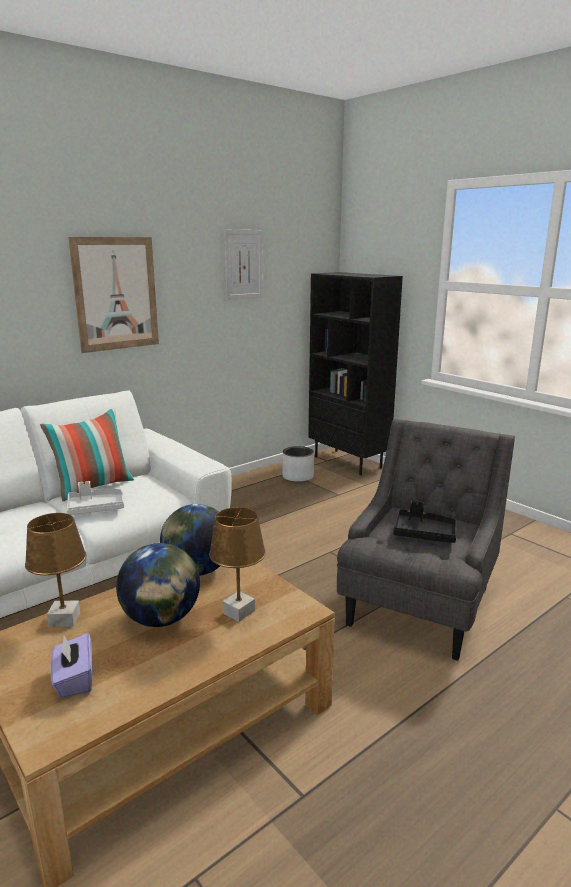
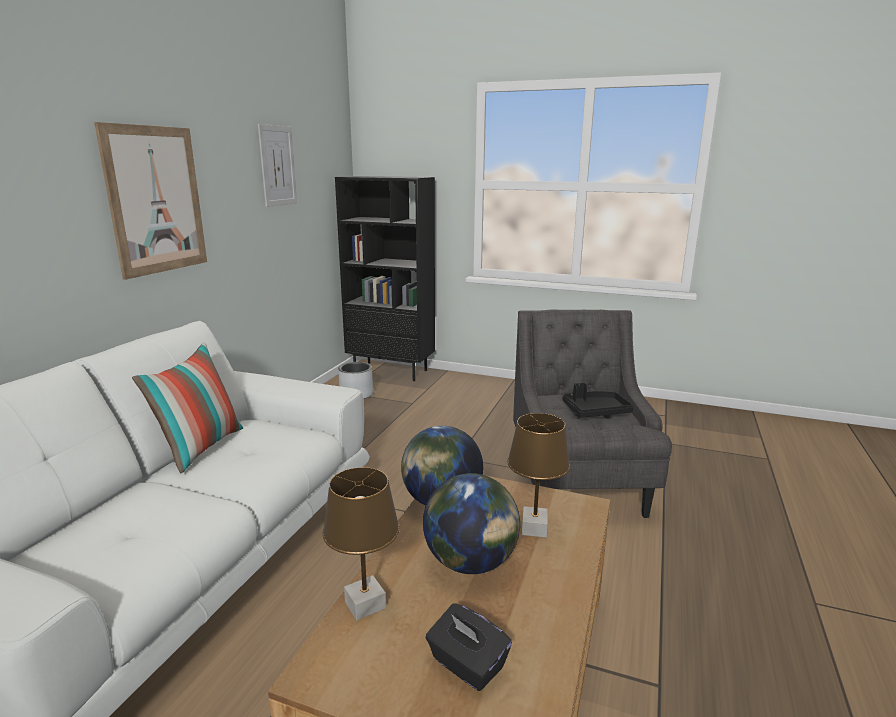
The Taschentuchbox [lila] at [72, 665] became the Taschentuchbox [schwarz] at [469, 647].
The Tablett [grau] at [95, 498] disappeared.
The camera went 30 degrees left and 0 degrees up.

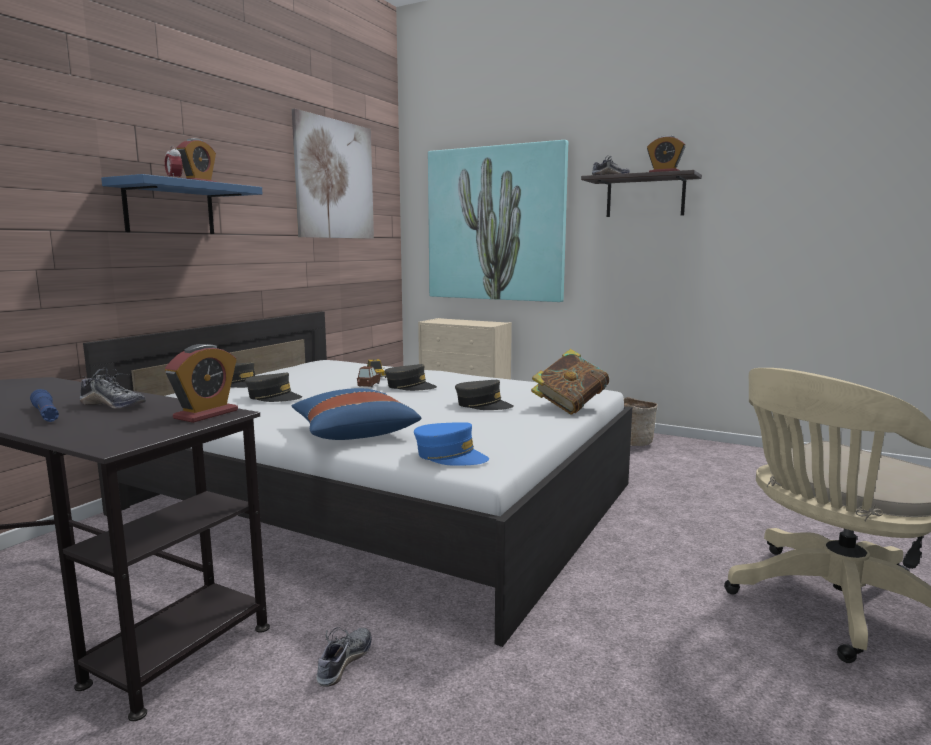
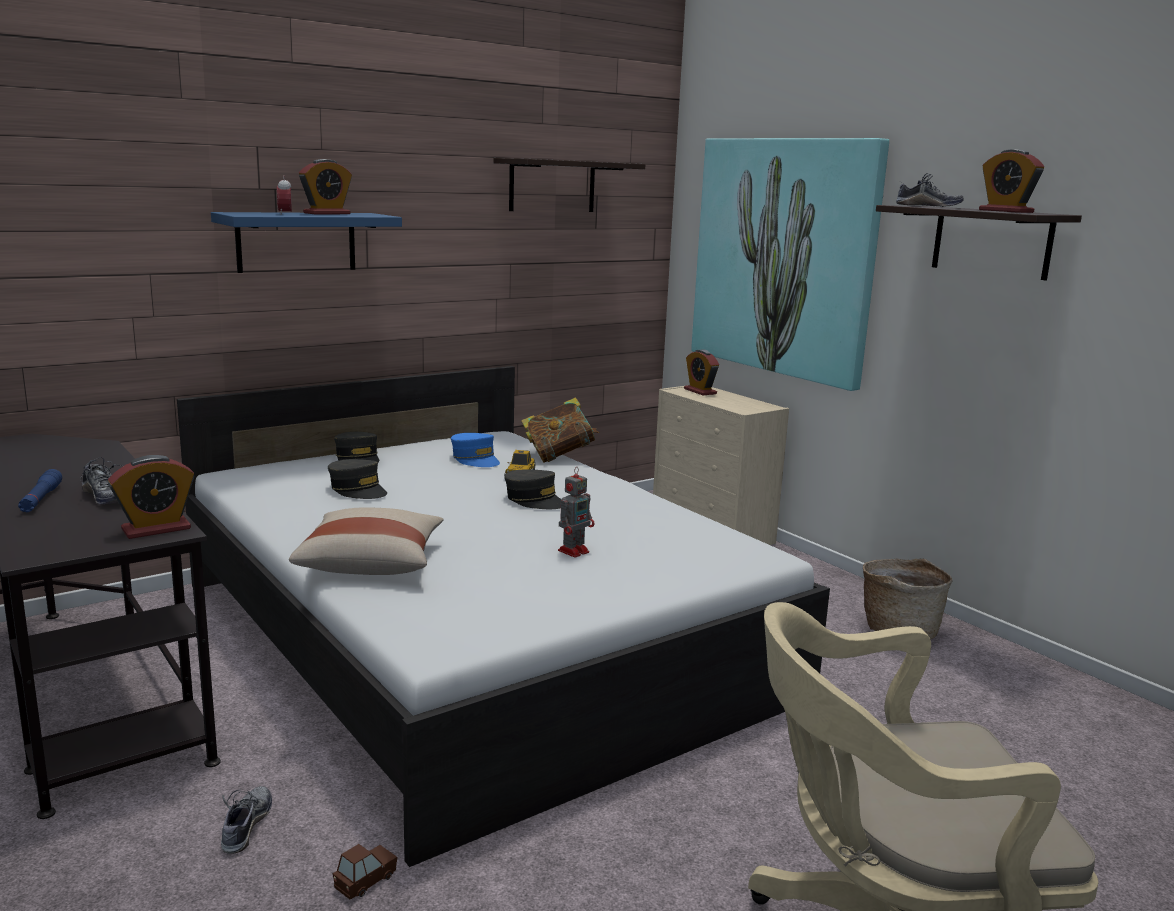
The Kissen [blau] at [356, 414] became the Kissen [beige] at [366, 541].
The Bild at [333, 174] was replaced by the Wandregal at [569, 185].
The Schuh at [344, 656] turned 45 degrees counterclockwise.
The Spielzeugauto [braun] moved from [369, 376] to [365, 871].
The Kappe [blau] moved from [451, 444] to [475, 450].
The Kappe [grau] at [484, 395] was replaced by the Spielzeugroboter at [576, 512].
The Buch moved from [570, 381] to [560, 430].
The Wecker at [701, 372] appeared.
The camera went 25 degrees right and 5 degrees up.

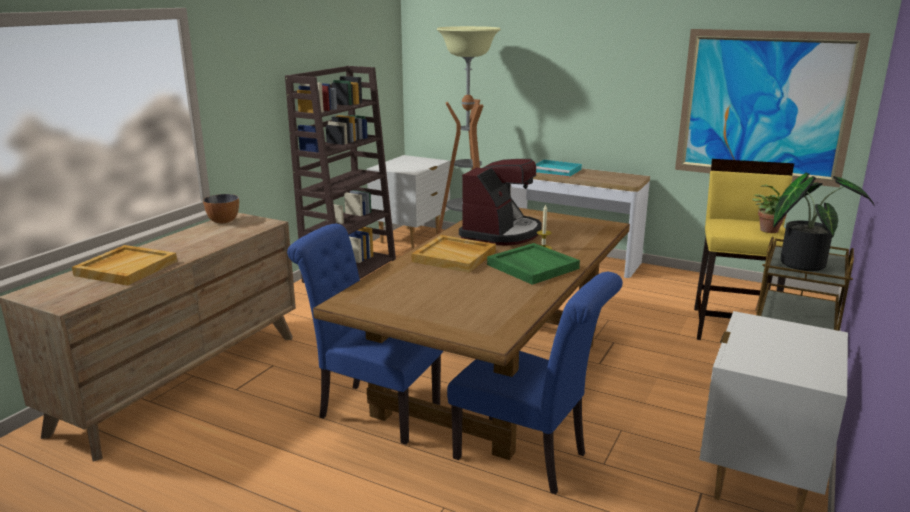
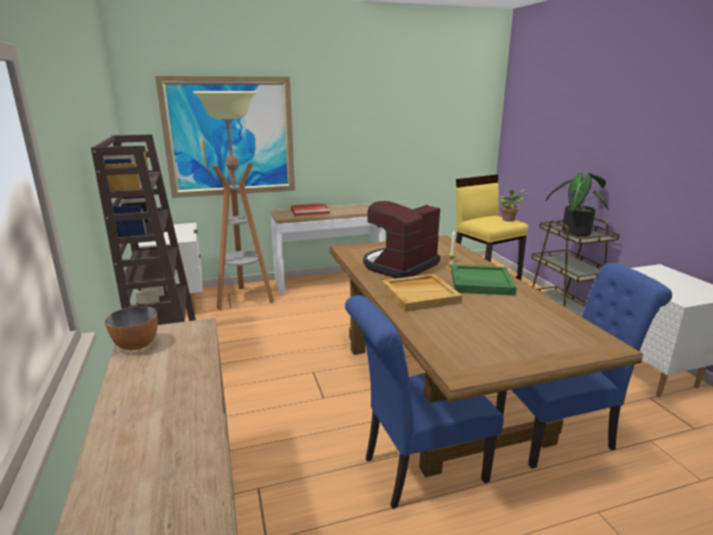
The Tablett [beige] at [124, 265] disappeared.
The Kaffeemaschine at [500, 202] turned 120 degrees counterclockwise.
The Tablett [türkis] at [559, 168] became the Tablett [rot] at [310, 210].
The Bild moved from [772, 108] to [225, 137].
The camera went 45 degrees left and 0 degrees up.

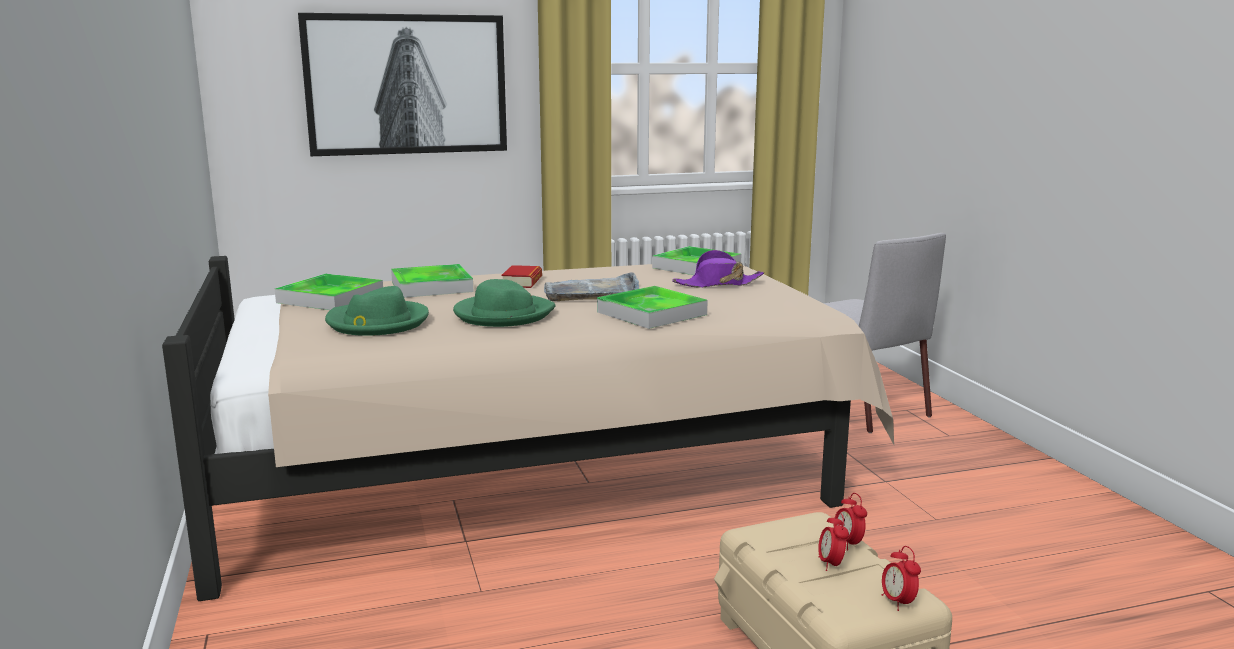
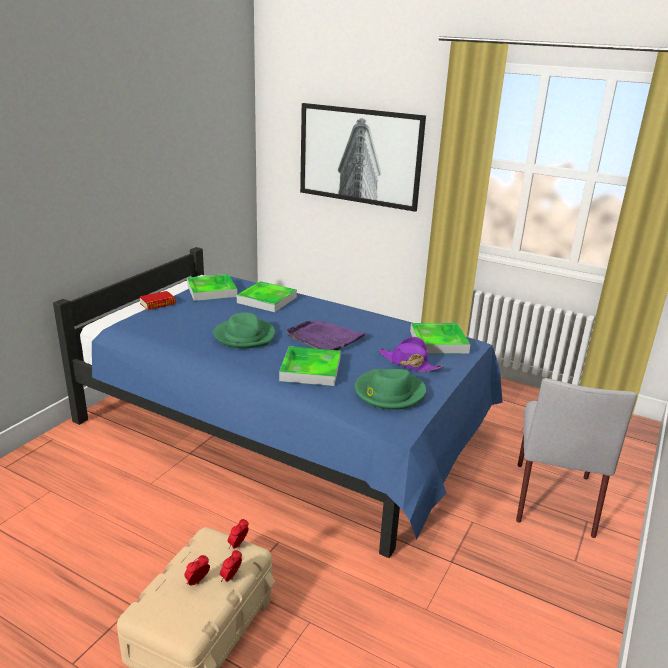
The Bett [beige] at [528, 428] became the Bett [blau] at [278, 402].
The Hut [grün] moved from [377, 311] to [390, 389].
The Buch moved from [521, 276] to [158, 300].
The Tablett [grau] at [591, 286] became the Tablett [lila] at [326, 335].
The Wecker moved from [901, 578] to [238, 534].
The camera went 45 degrees right and 10 degrees up.

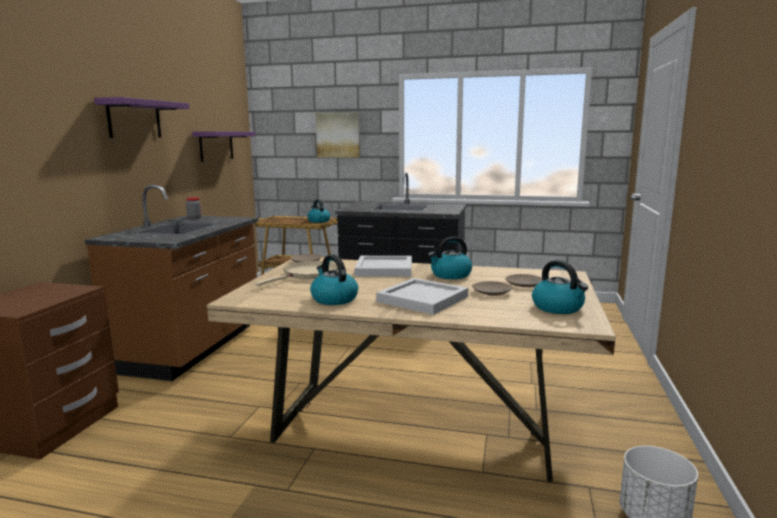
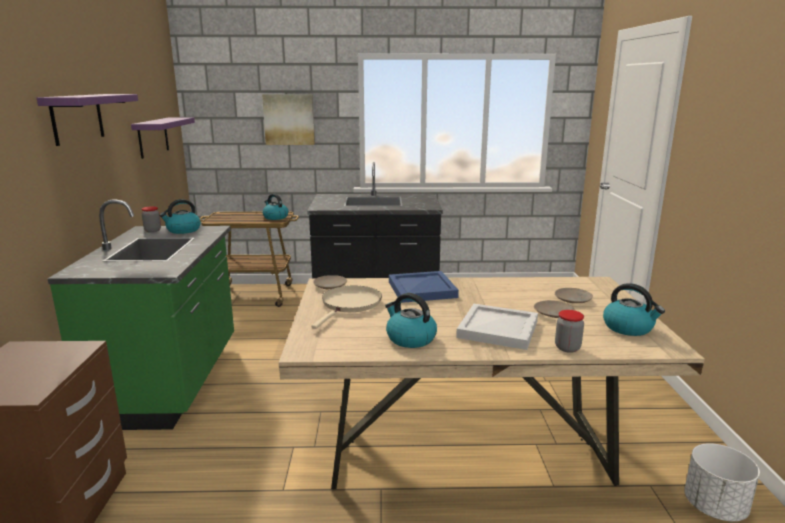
The Küchenzeile [braun] at [172, 283] became the Küchenzeile [grün] at [140, 315].
The Tablett [weiß] at [383, 266] became the Tablett [blau] at [424, 287].
The Wasserkessel moved from [450, 258] to [180, 216].
The Vorratsglas at [569, 331] appeared.
The camera went 15 degrees left and 5 degrees up.

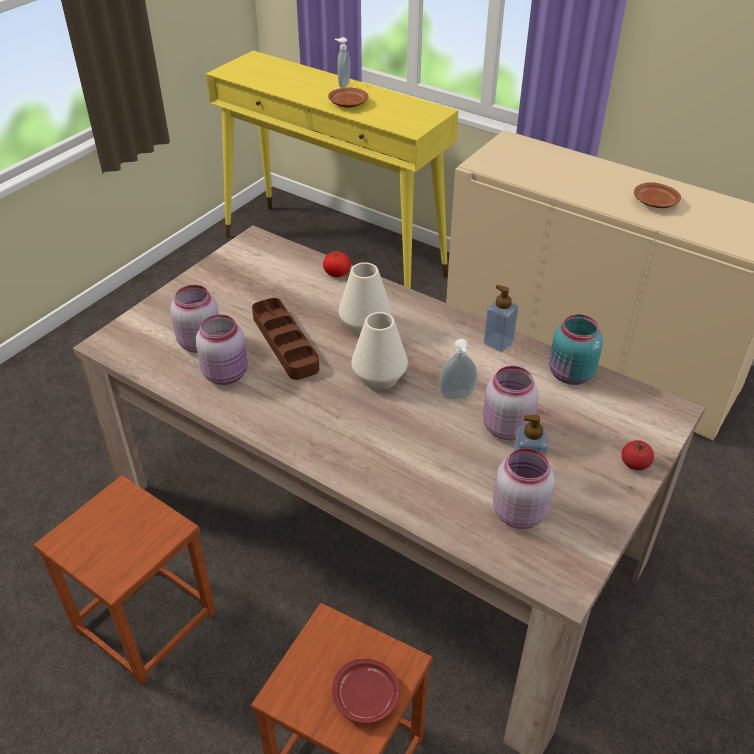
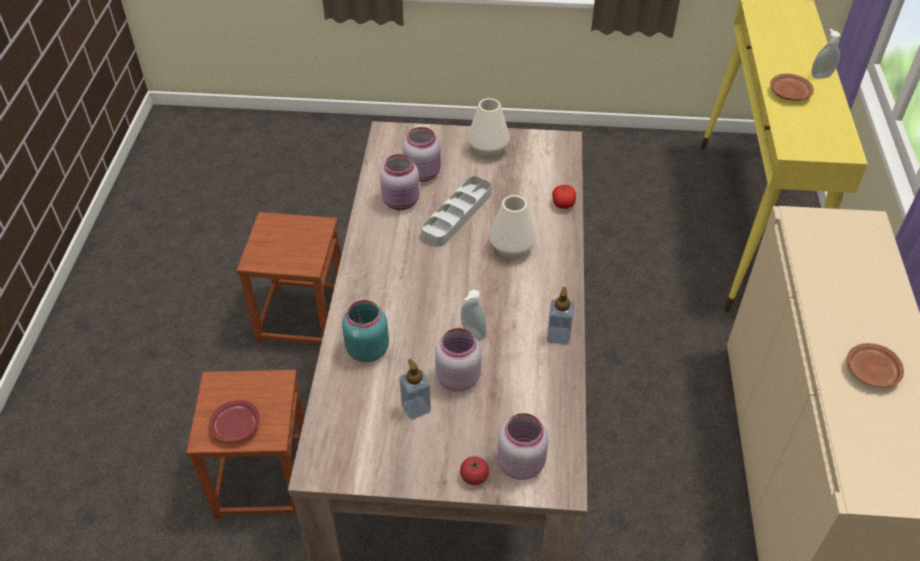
The Tablett [braun] at [285, 339] became the Tablett [grau] at [456, 211].
The Vase [weiß] moved from [379, 351] to [488, 128].
The Vorratsglas [rosa] moved from [524, 488] to [522, 446].
The Vorratsglas [türkis] moved from [576, 349] to [365, 331].
The camera went 60 degrees right and 5 degrees up.

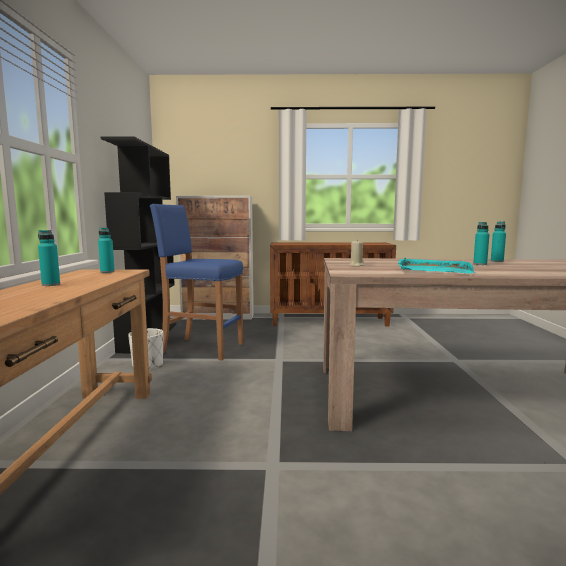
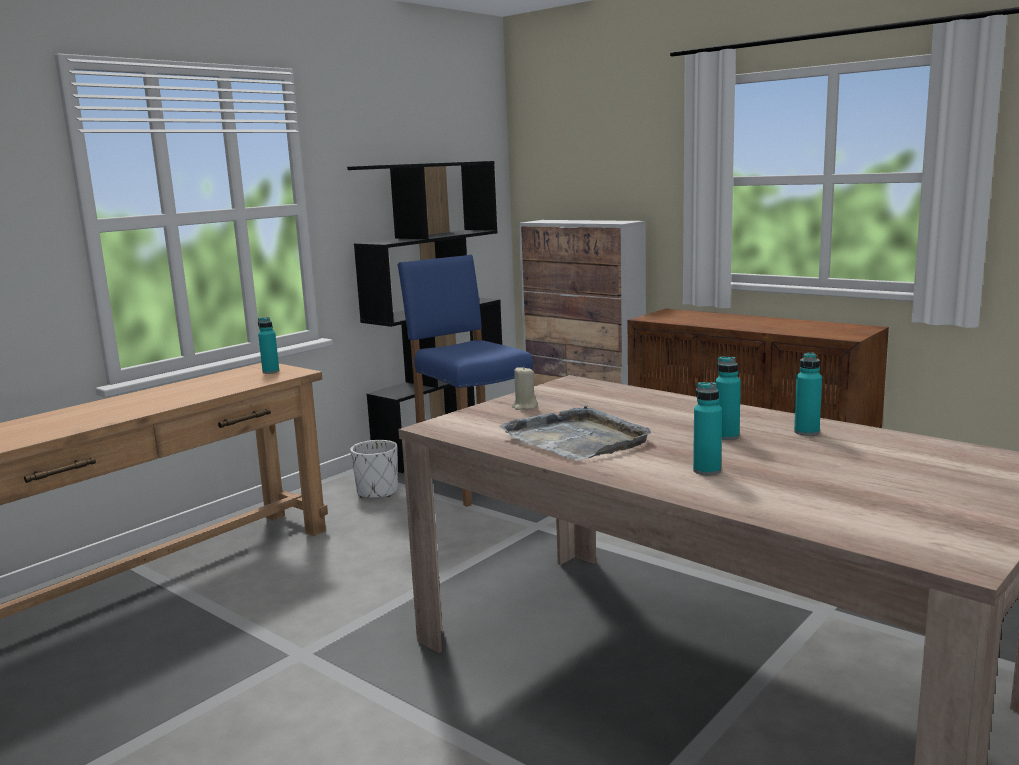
The Flasche [türkis] moved from [49, 258] to [707, 429].
The Tablett [türkis] at [436, 265] became the Tablett [grau] at [575, 432].
The camera went 40 degrees right and 5 degrees up.

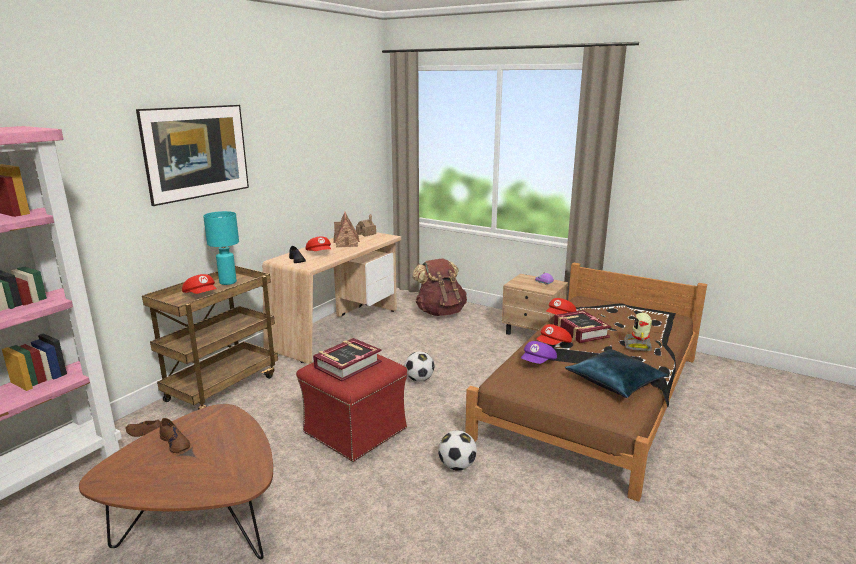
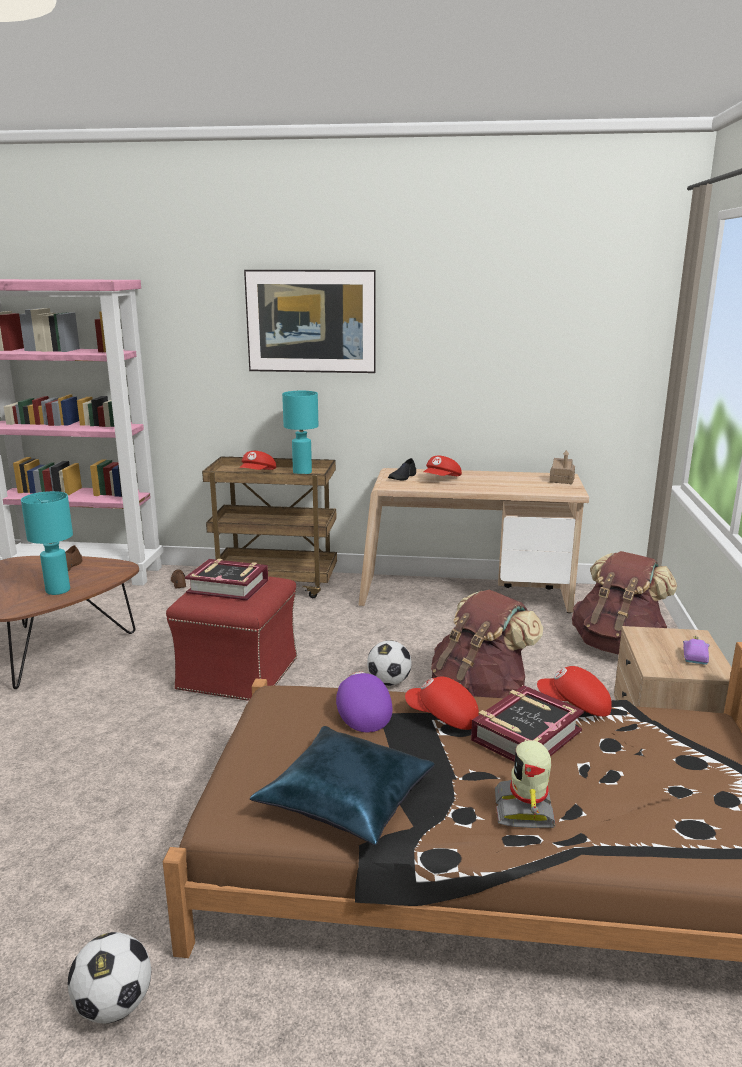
The Spielzeughaus at [346, 229] disappeared.
The Fußball moved from [457, 450] to [110, 978].
The Kappe [lila] at [539, 352] turned 60 degrees clockwise.
The Spielzeugroboter at [638, 332] turned 75 degrees counterclockwise.
The Tischlampe [türkis] at [47, 543] appeared.
The Rucksack [braun] at [487, 644] appeared.
The camera went 65 degrees right and 0 degrees up.

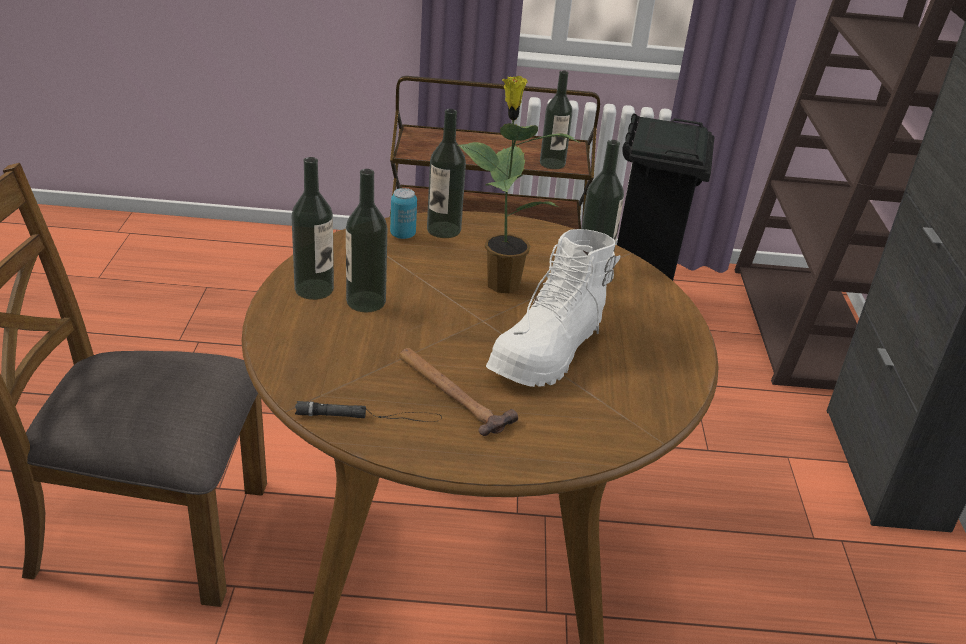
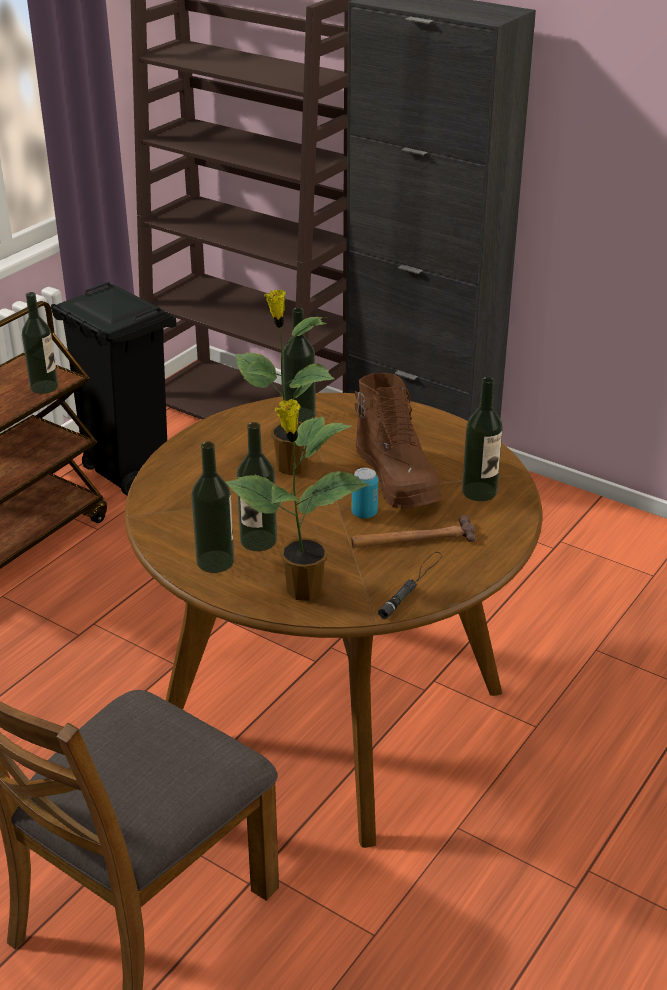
The Dose moved from [403, 213] to [365, 493].
The Flasche moved from [446, 173] to [482, 439].
The Stiefel [weiß] at [553, 308] became the Stiefel [braun] at [397, 441].
The Topfpflanze at [297, 500] appeared.
The camera went 55 degrees left and 0 degrees up.

